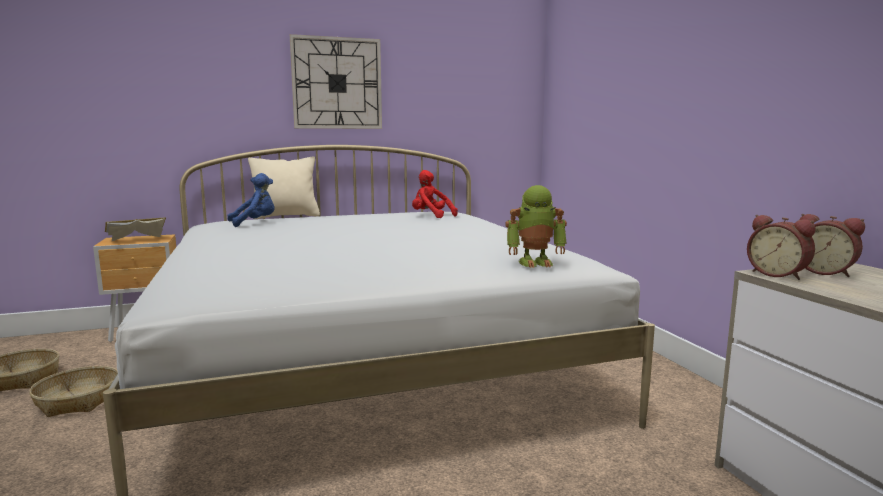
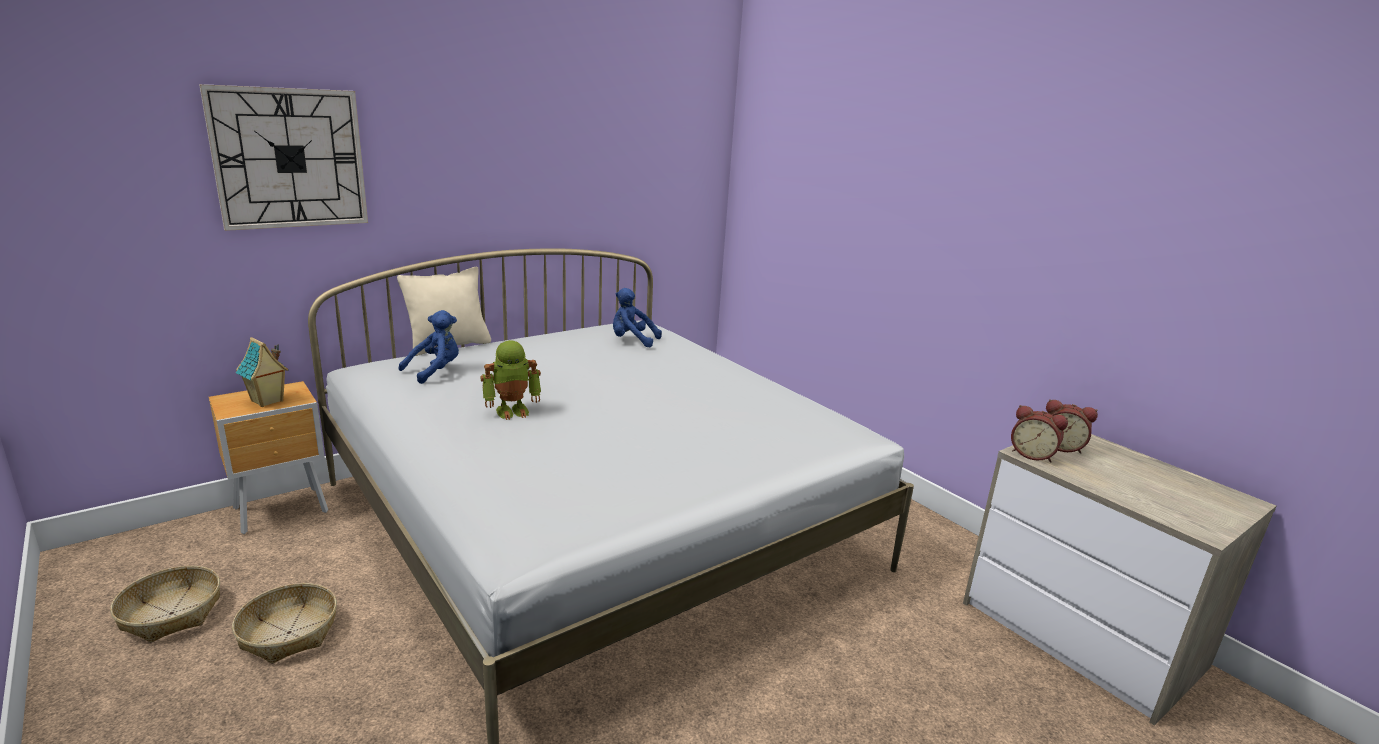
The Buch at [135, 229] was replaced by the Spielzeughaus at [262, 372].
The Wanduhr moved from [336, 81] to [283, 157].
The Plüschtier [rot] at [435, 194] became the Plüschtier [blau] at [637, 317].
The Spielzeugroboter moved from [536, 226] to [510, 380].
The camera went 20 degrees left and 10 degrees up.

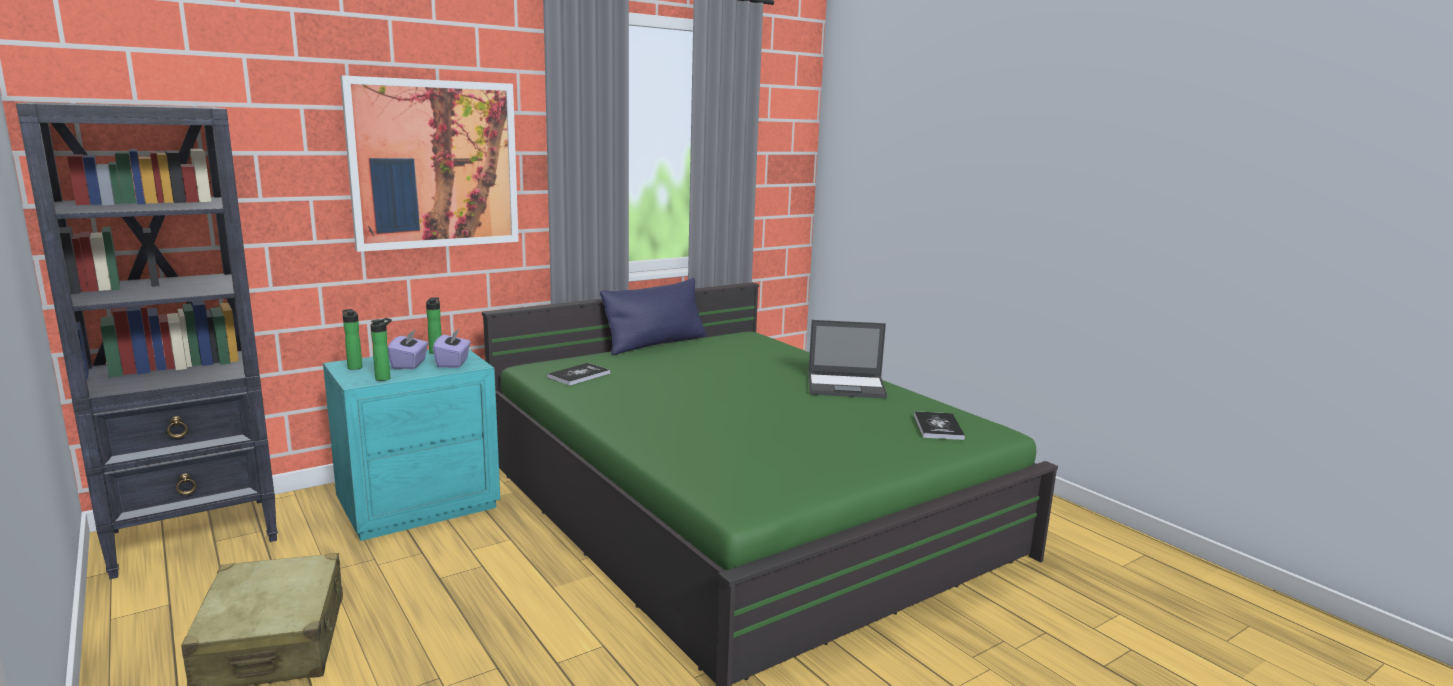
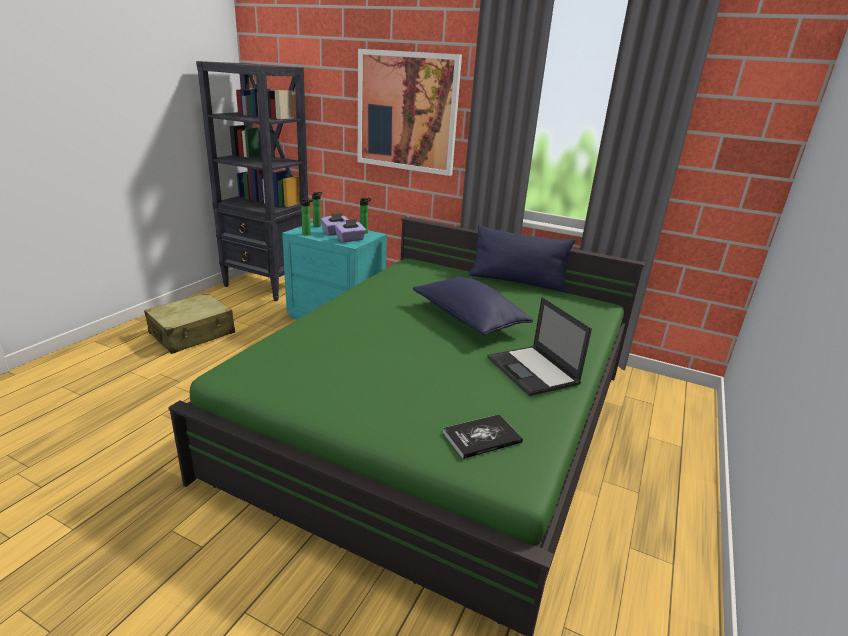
The Buch at [579, 374] disappeared.
The Kissen [blau] at [473, 306] appeared.
The camera went 60 degrees right and 10 degrees up.

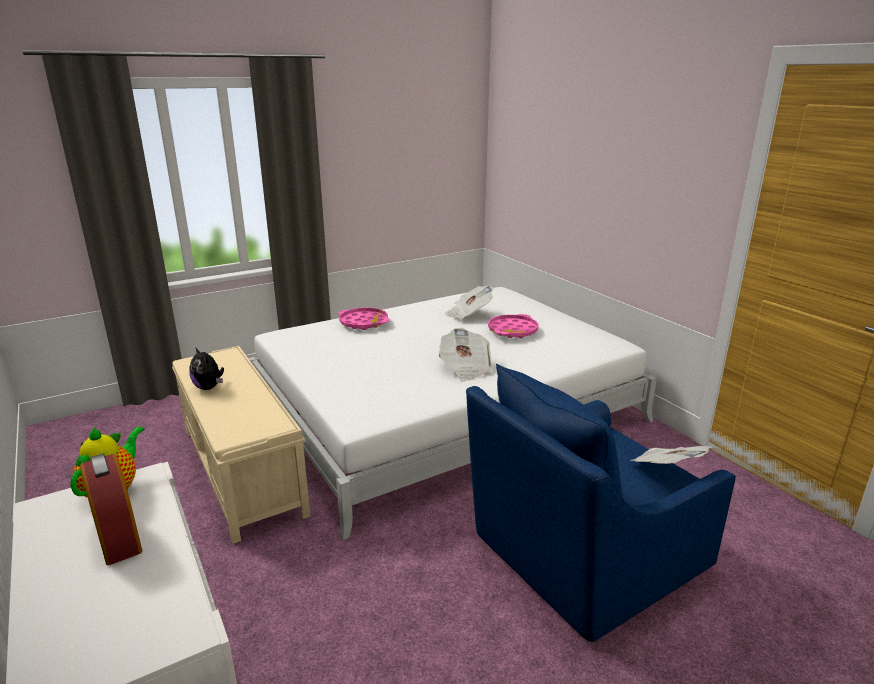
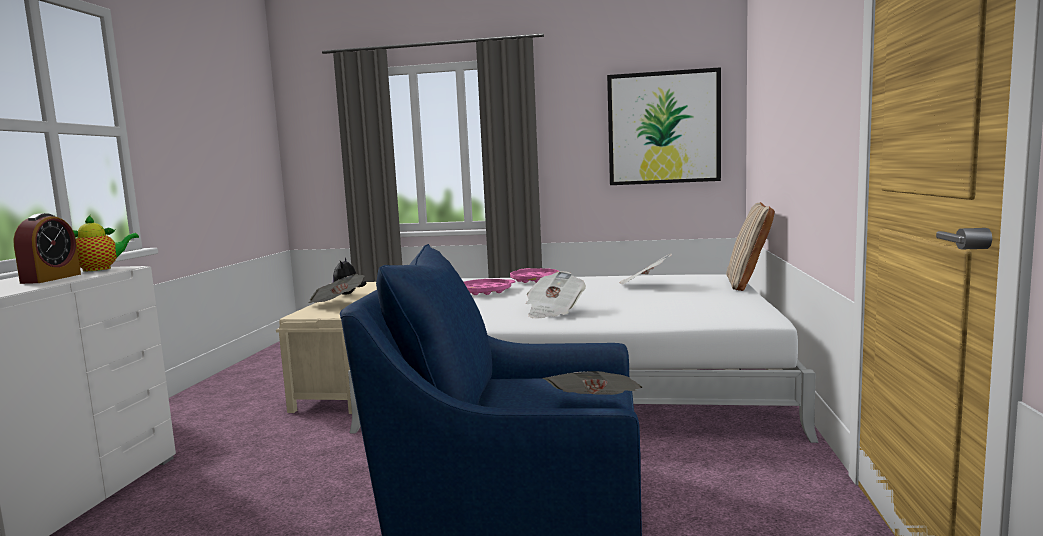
The Tablett [rosa] moved from [513, 326] to [489, 287].
The Zeitung at [336, 288] appeared.
The Bild at [664, 126] appeared.
The Kissen [beige] at [750, 246] appeared.
The camera went 40 degrees right and 15 degrees down.

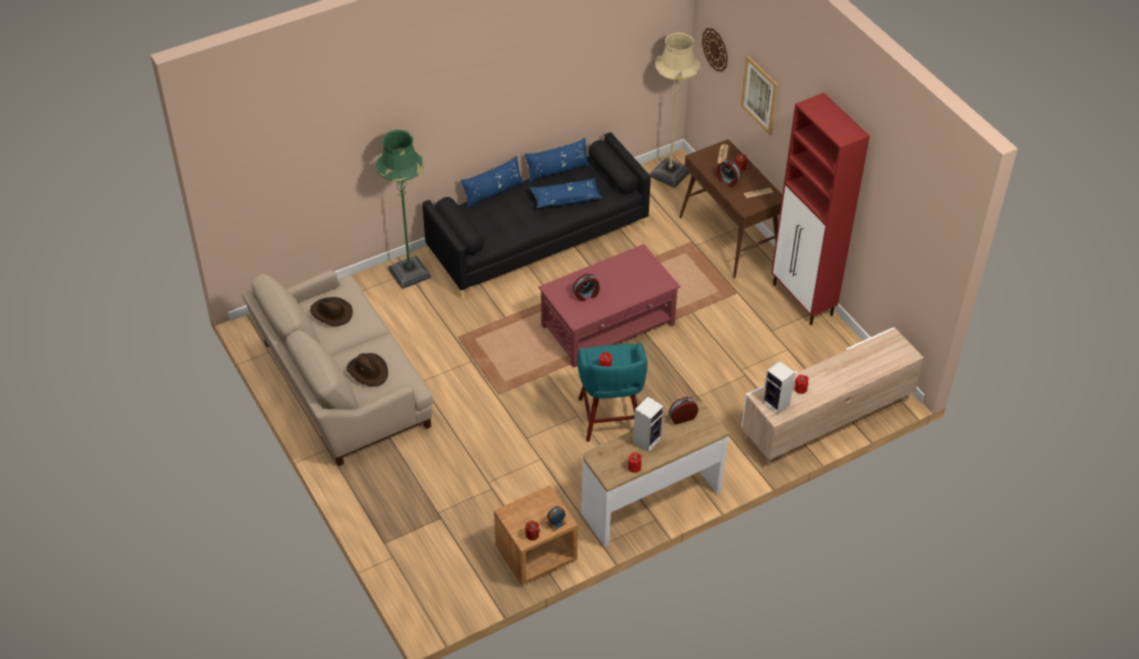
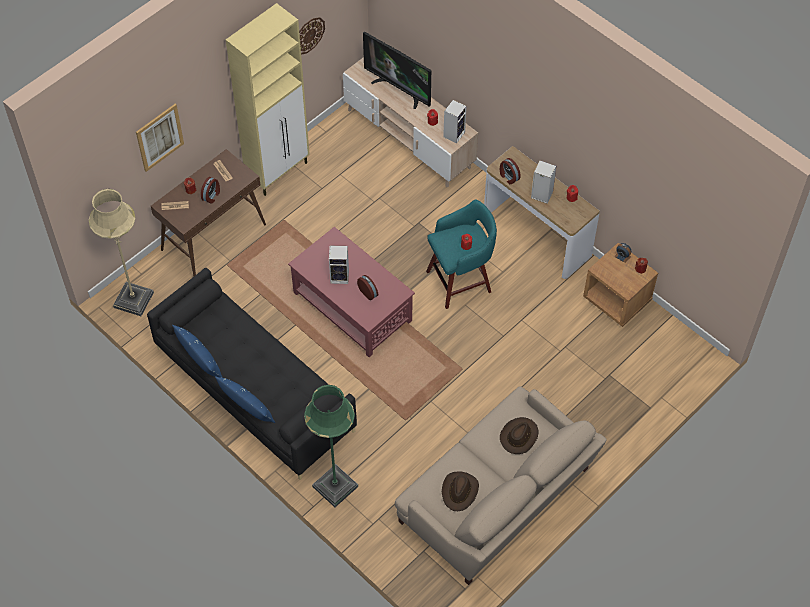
The Kissen [blau] at [566, 193] disappeared.
The Wanduhr moved from [715, 50] to [312, 36].
The Schrank [rot] at [820, 209] became the Schrank [beige] at [268, 99].
The Lautsprecher at [339, 265] appeared.
The Fernseher at [397, 70] appeared.
The camera went 105 degrees left and 10 degrees up.

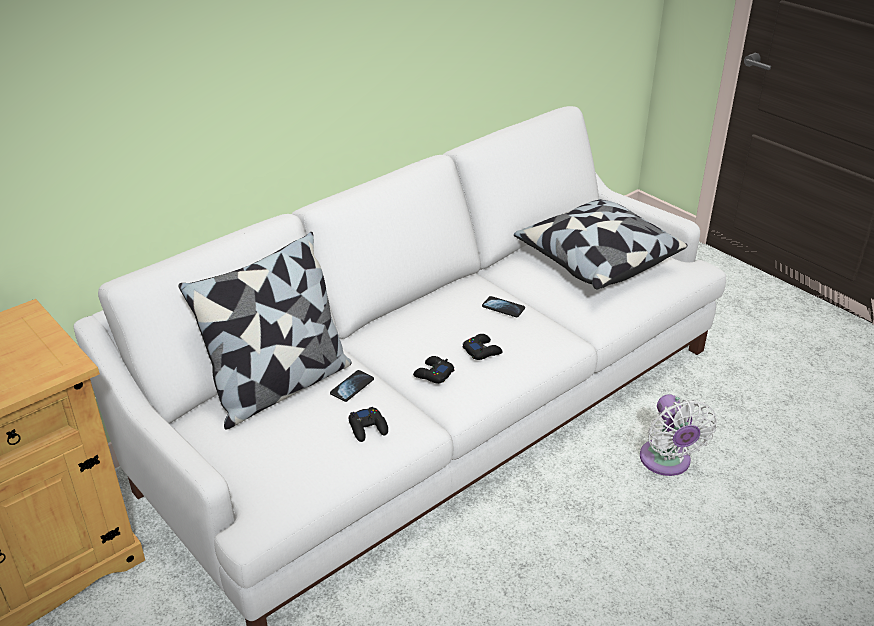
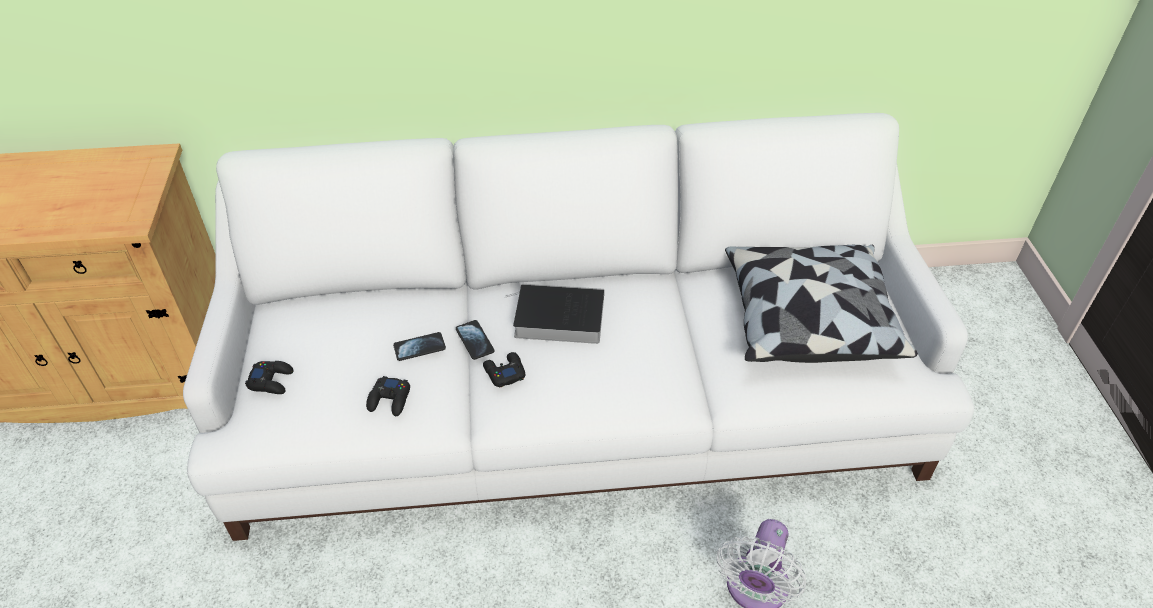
The Kissen at [265, 330] disappeared.
The Gamepad [schwarz] moved from [482, 347] to [269, 377].
The Handy moved from [503, 306] to [475, 340].
The Buch at [555, 313] appeared.
The camera went 35 degrees right and 10 degrees up.

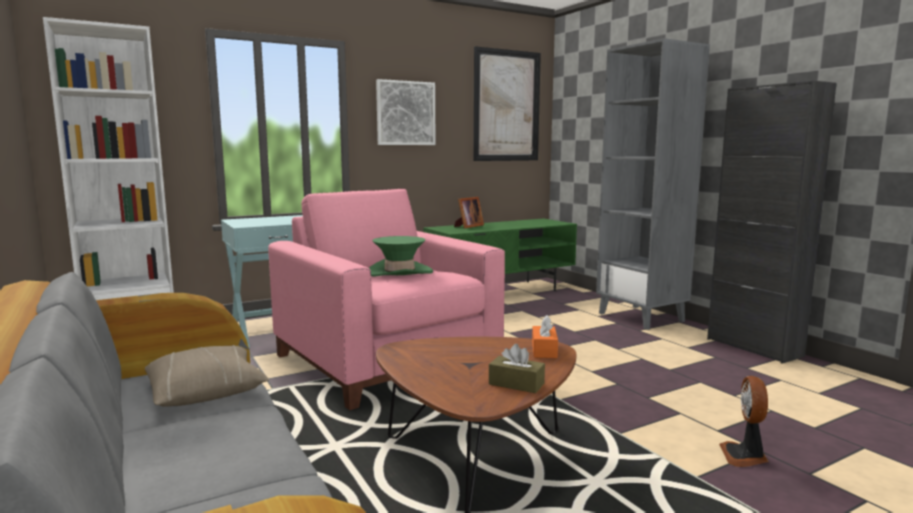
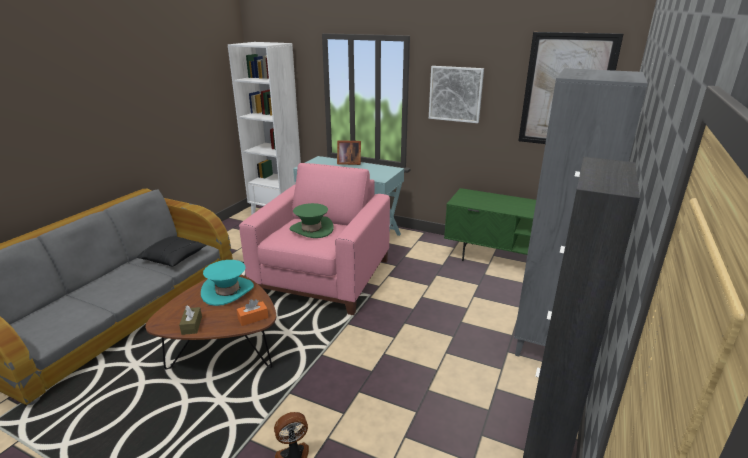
The Kissen [beige] at [207, 376] became the Kissen [schwarz] at [171, 251].
The Bilderrahmen moved from [469, 213] to [349, 152].
The Hut [türkis] at [227, 283] appeared.
The camera went 55 degrees right and 15 degrees up.

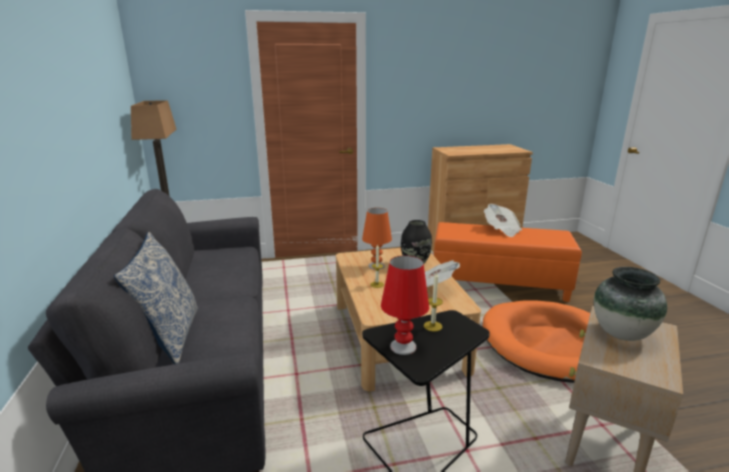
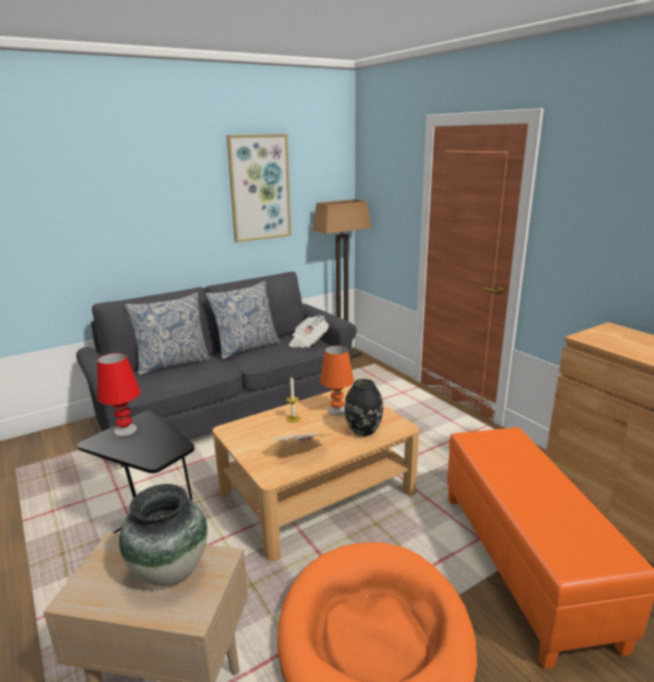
The Kerze at [433, 302] disappeared.
The Zeitung moved from [503, 220] to [309, 331].
The Kissen at [243, 320] appeared.
The Bild at [259, 188] appeared.
The camera went 70 degrees right and 0 degrees up.

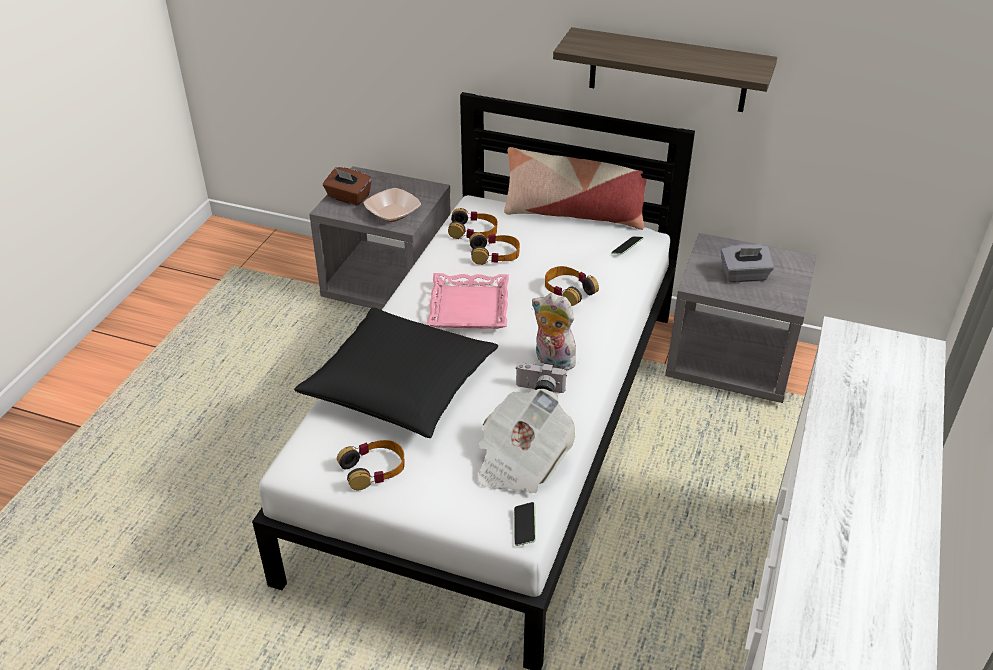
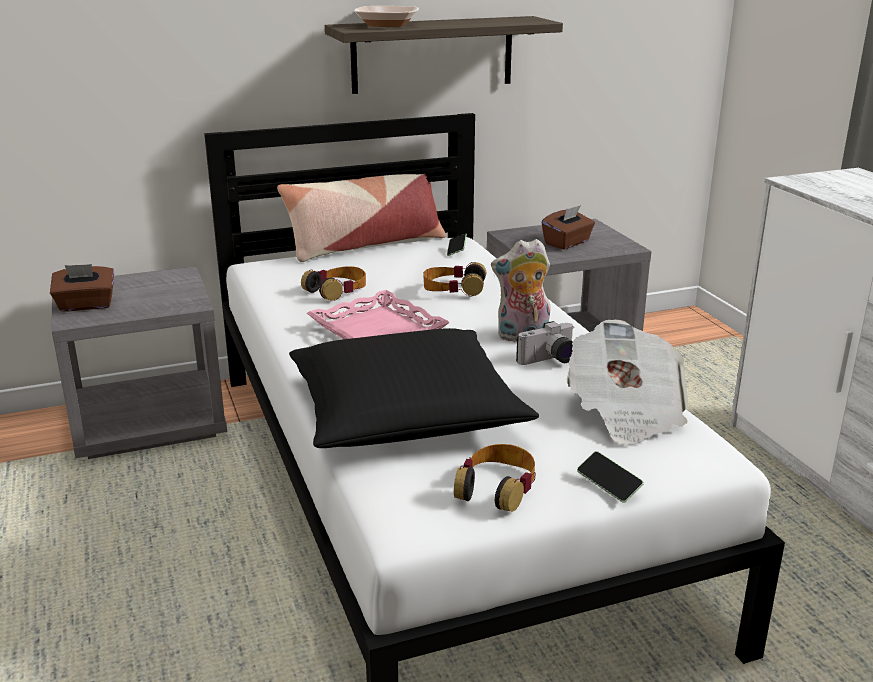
The Schüssel moved from [392, 205] to [386, 16].
The Kopfhörer at [473, 223] disappeared.
The Handy moved from [525, 524] to [610, 477].
The Taschentuchbox [grau] at [747, 263] became the Taschentuchbox [braun] at [568, 227].
The camera went 40 degrees left and 15 degrees down.

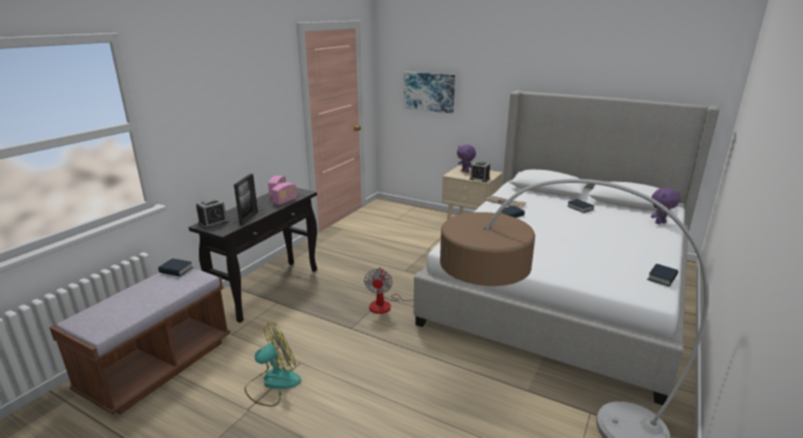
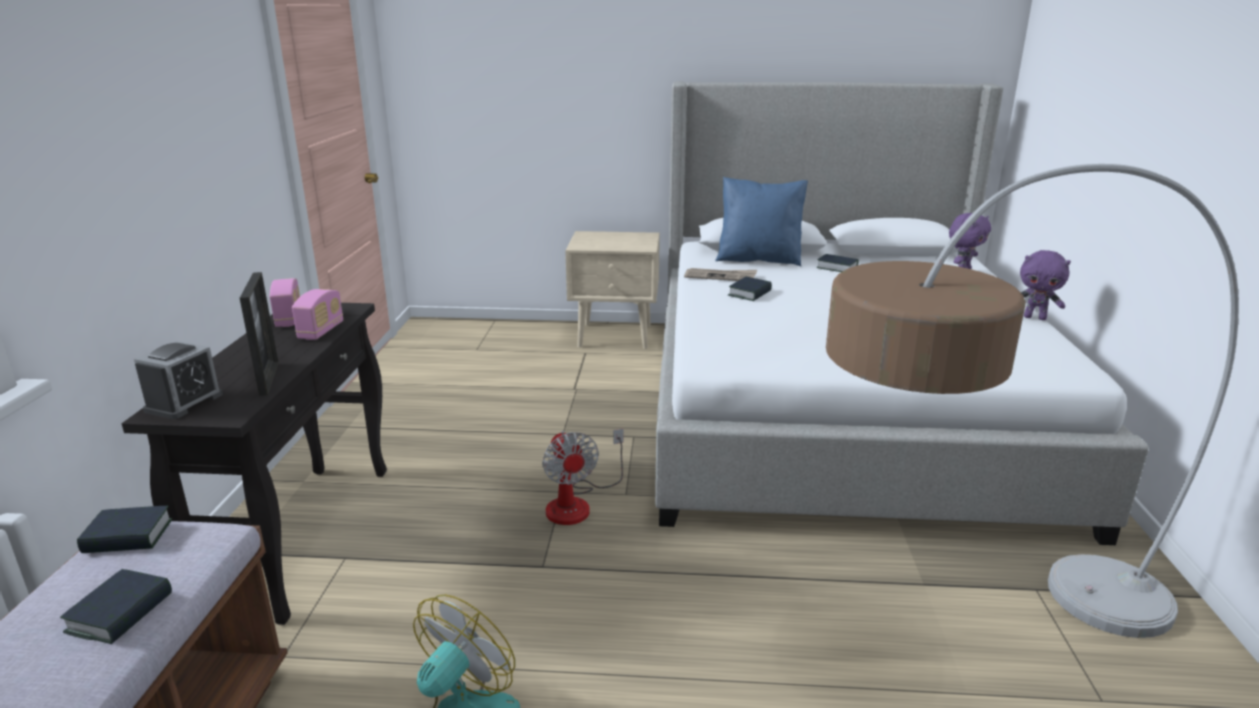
The Bild at [429, 92] disappeared.
The Plüschtier [lila] moved from [466, 158] to [1045, 285].
The Wecker at [480, 171] disappeared.
The Buch moved from [662, 275] to [116, 606].
The Kissen [blau] at [761, 221] appeared.
The camera went 25 degrees left and 0 degrees up.

